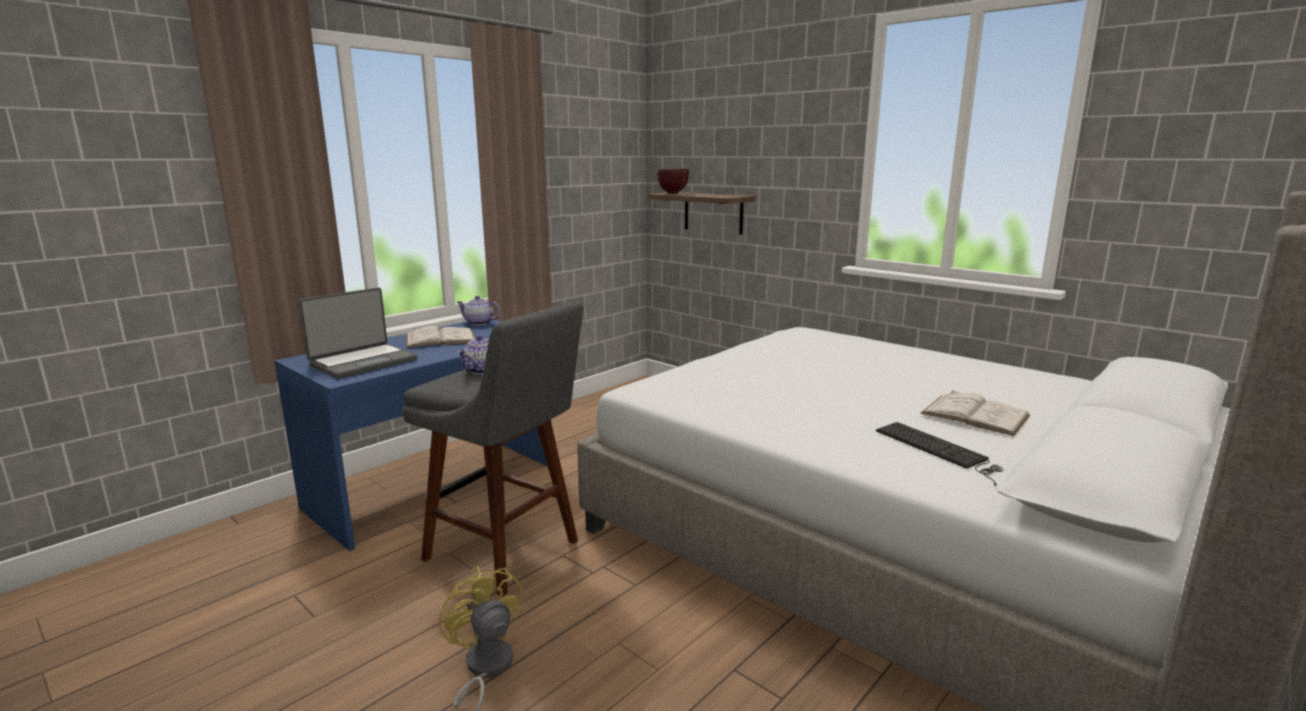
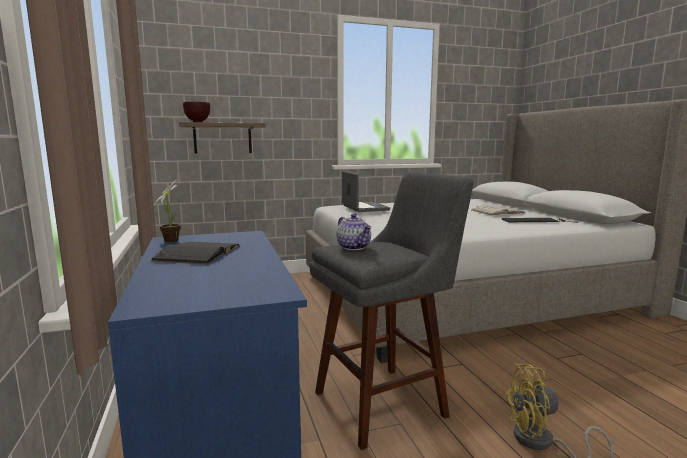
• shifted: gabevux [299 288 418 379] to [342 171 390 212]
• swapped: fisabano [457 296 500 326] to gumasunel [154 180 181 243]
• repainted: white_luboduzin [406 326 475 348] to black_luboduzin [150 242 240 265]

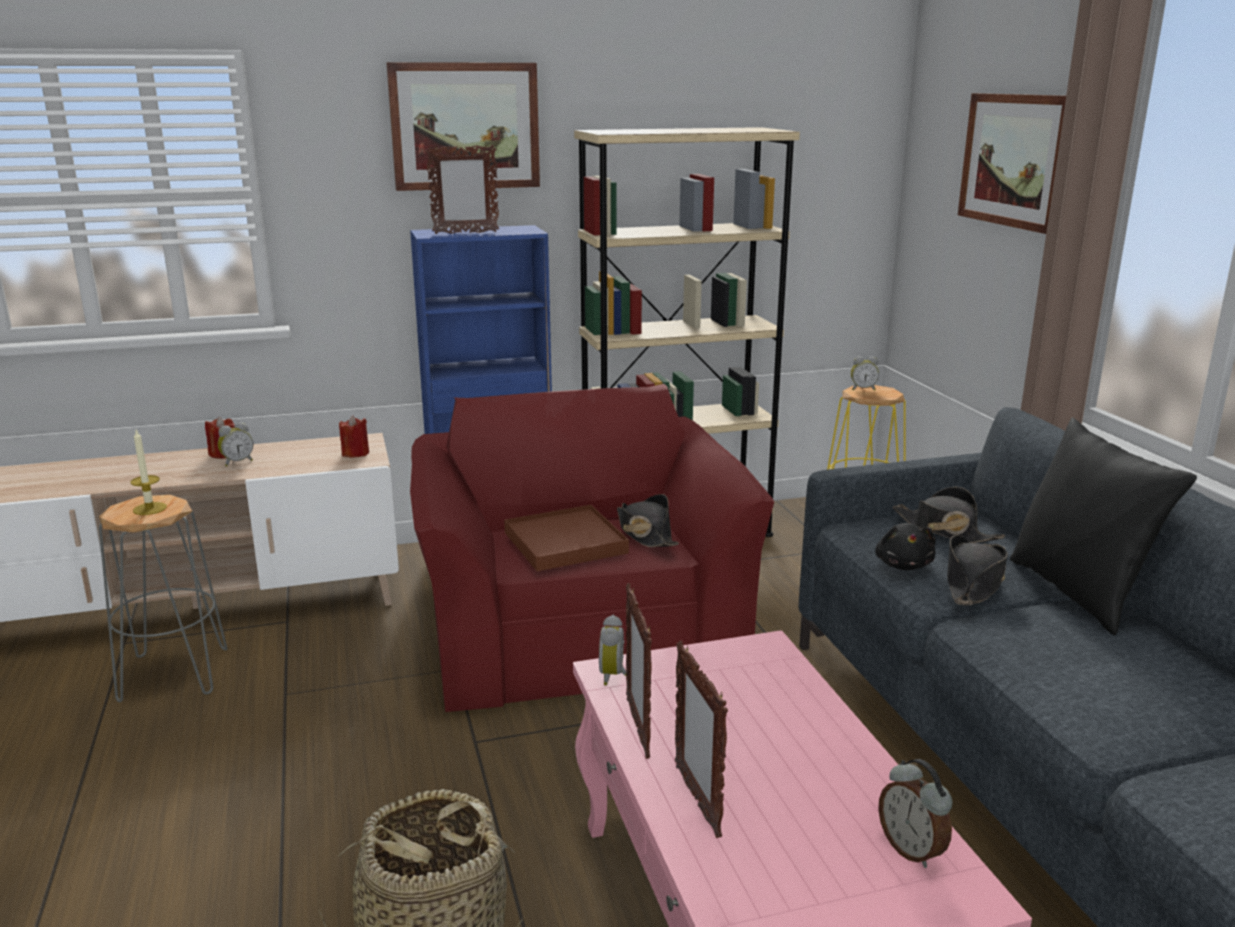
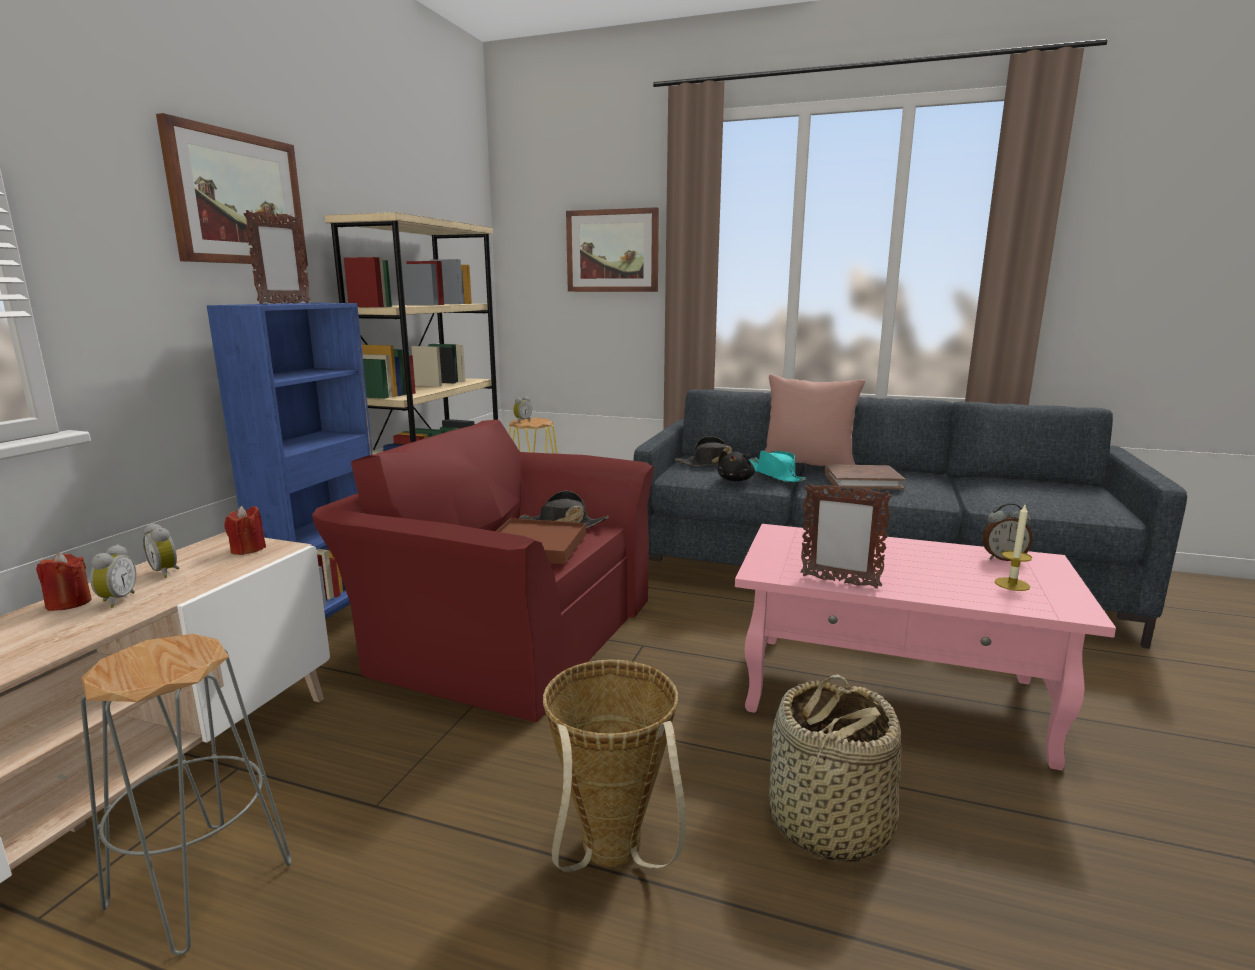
• repainted: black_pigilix [1010 417 1197 635] to pink_pigilix [765 375 865 466]
• shifted: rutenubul [130 430 167 515] to [995 503 1032 591]
• rotated: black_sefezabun [875 523 935 570] = [718 450 755 481] 75 degrees clockwise
• repainted: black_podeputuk [947 535 1007 605] to turquoise_podeputuk [749 450 806 482]
• shifted: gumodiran [599 615 626 686] to [143 523 179 578]
• gone: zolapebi [675 641 728 838]
• new: brown_luboduzin [825 464 905 490]
• new: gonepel [543 660 686 872]

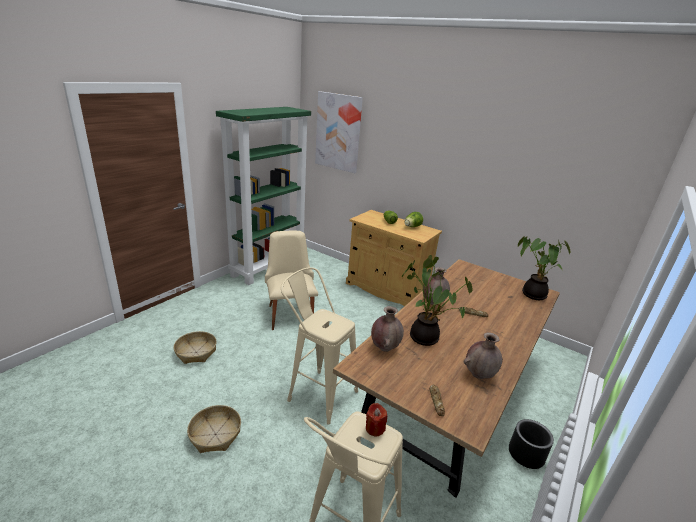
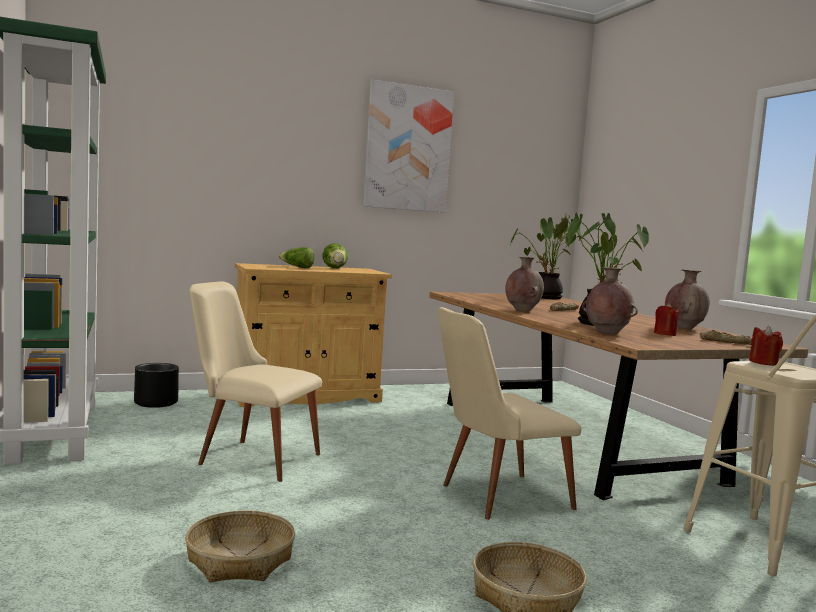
• shifted: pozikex [315 91 363 173] to [363 80 454 213]
• swapped: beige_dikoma [281 267 358 425] to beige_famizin [438 307 581 520]
• shifted: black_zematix [509 419 554 469] to [134 363 179 408]
• new: red_rutenubul [654 303 680 336]

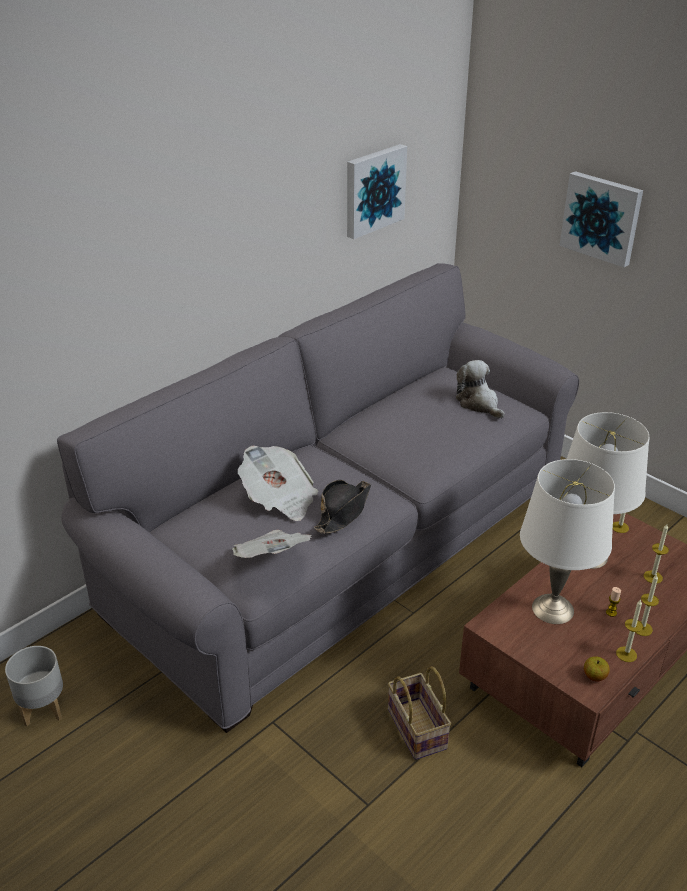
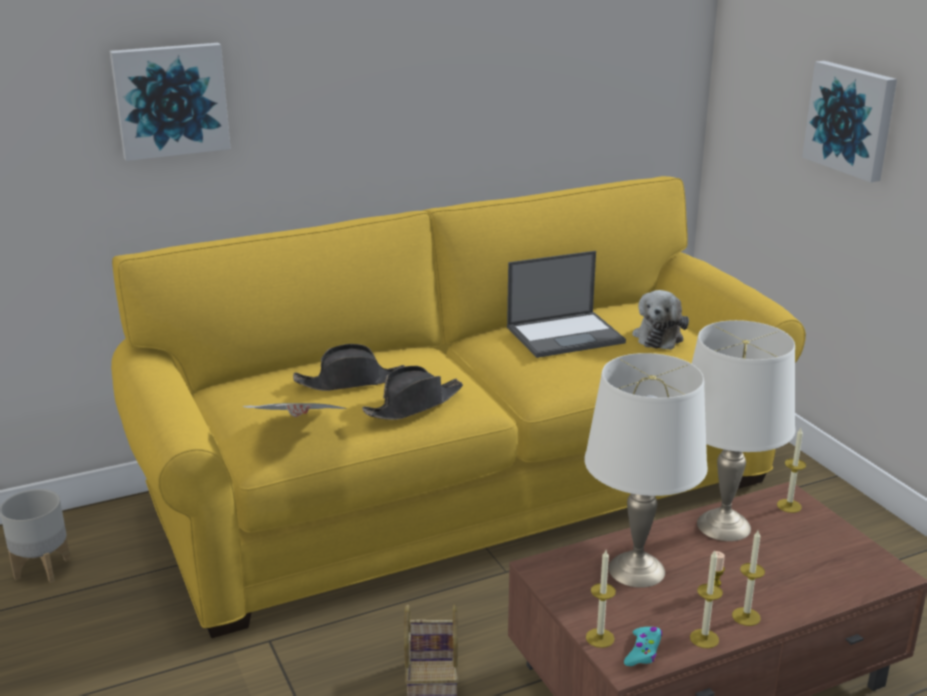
• shifted: pozikex [347 144 407 239] to [110 43 231 161]
• repainted: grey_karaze [57 263 579 733] to yellow_karaze [111 176 806 638]
• rotated: sefezabun [456 360 505 418] = [632 290 689 350] 150 degrees counterclockwise
• swapped: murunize [238 445 318 521] to black_podeputuk [293 344 405 391]
• shifted: rutenubul [644 524 669 584] to [586 550 616 648]
• swapped: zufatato [584 656 610 681] to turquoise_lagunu [624 627 662 666]
• new: gabevux [507 251 626 358]

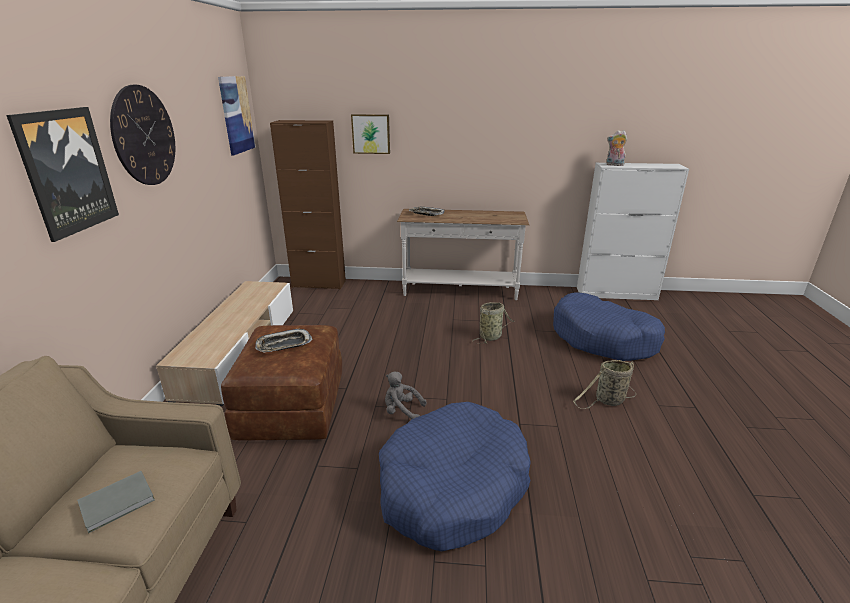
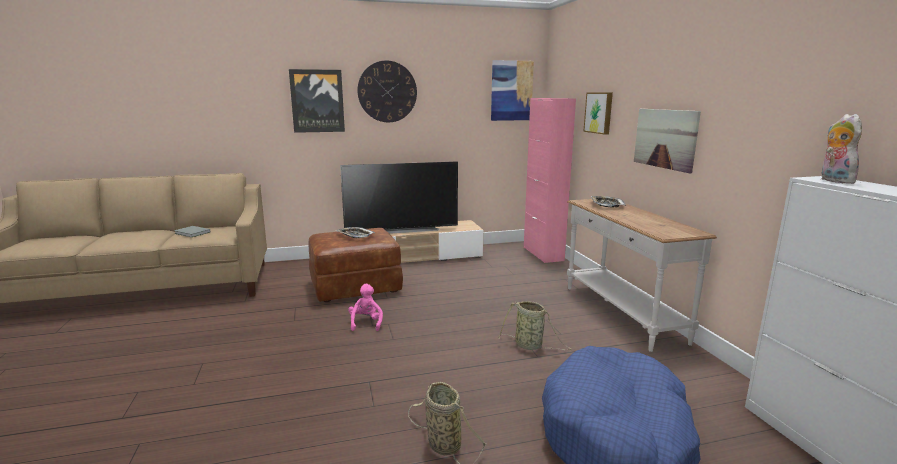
• repainted: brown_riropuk [270 120 346 290] to pink_riropuk [524 98 576 263]
• repainted: grey_sefezabun [385 371 426 419] to pink_sefezabun [348 284 383 331]
• gone: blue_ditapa [379 402 531 551]
• new: pozikex [634 109 701 173]
• new: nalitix [340 161 458 234]

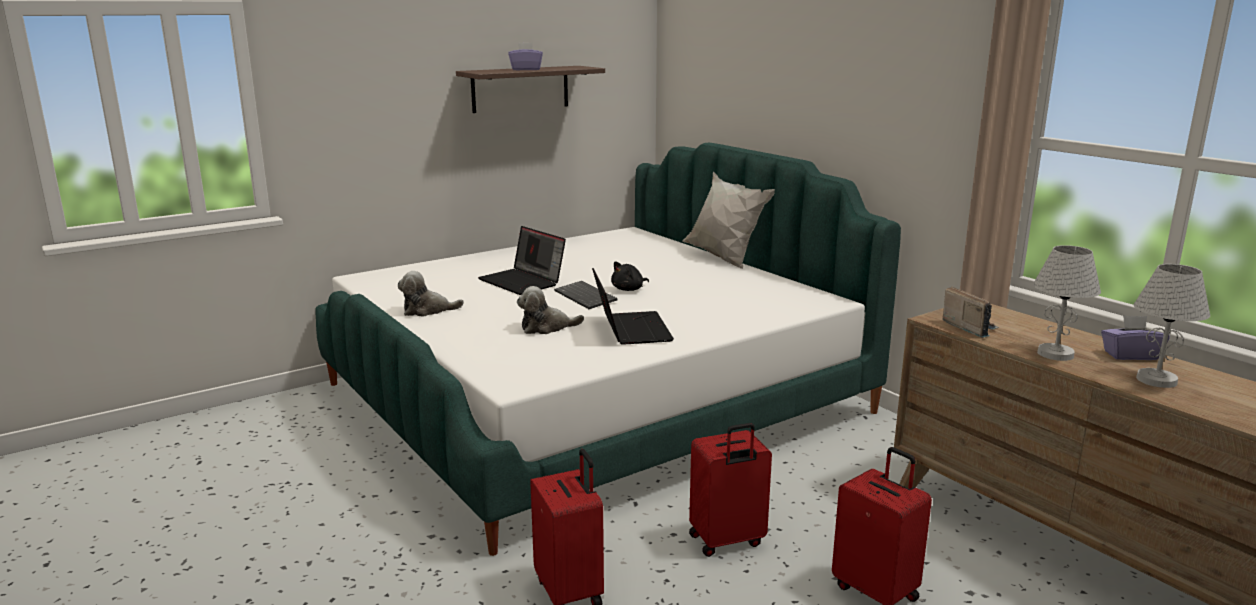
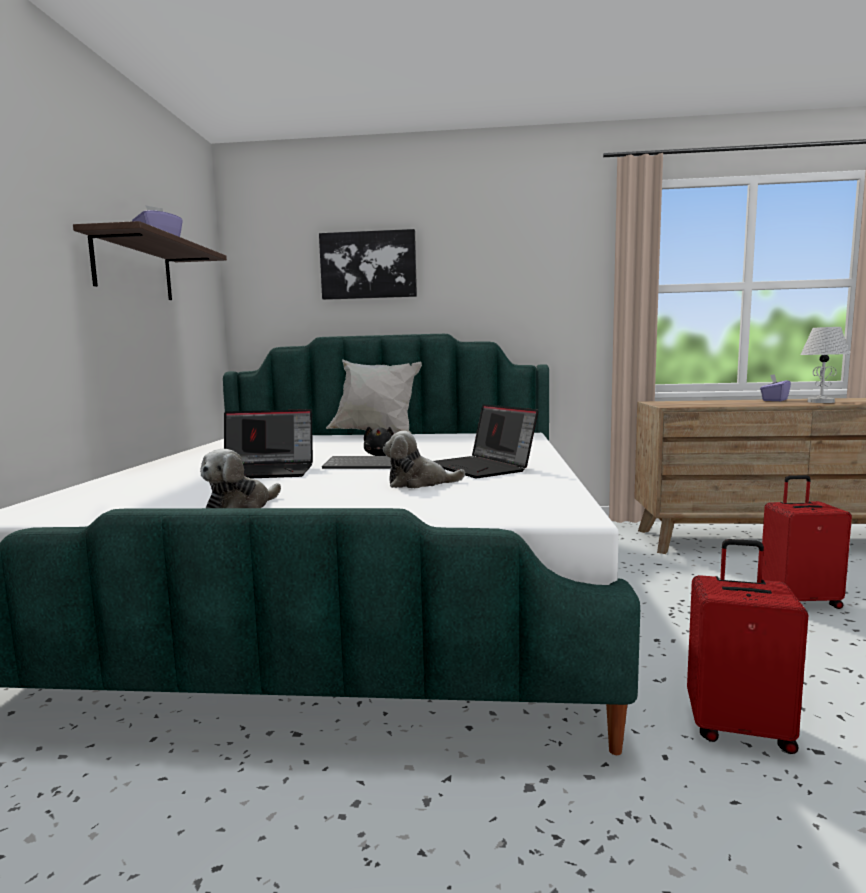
• gone: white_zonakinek [1033 245 1101 361]
• rotated: gabevux [592 268 674 345] = [434 404 538 478] 150 degrees counterclockwise
• rotated: sefezabun [517 286 584 334] = [383 431 465 488] 60 degrees clockwise
• gone: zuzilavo [943 286 999 338]
• gone: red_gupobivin [689 423 772 557]
• new: pozikex [319 229 417 300]

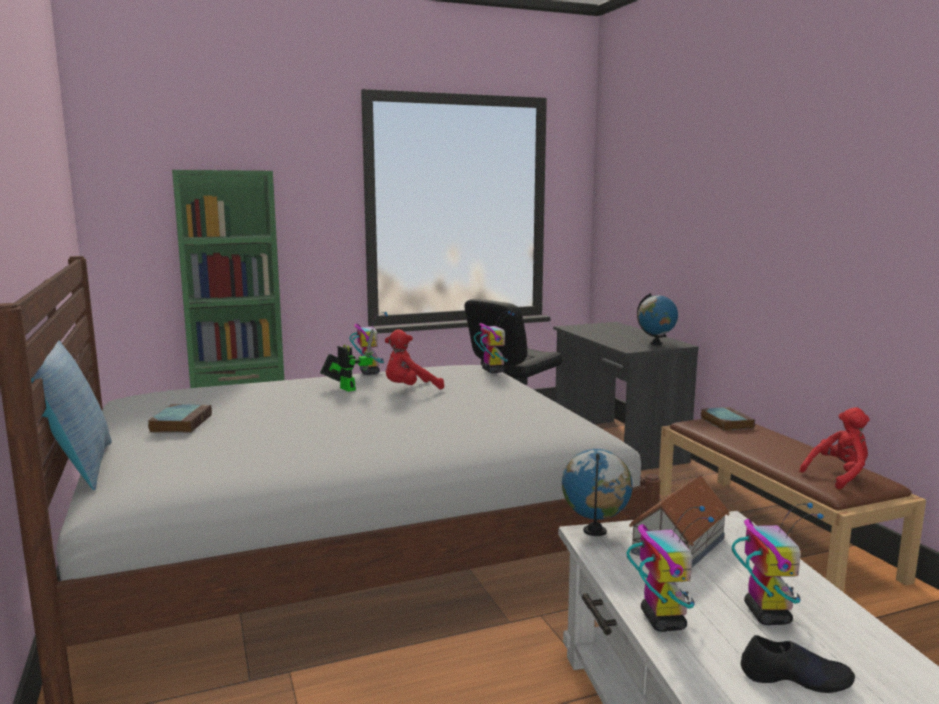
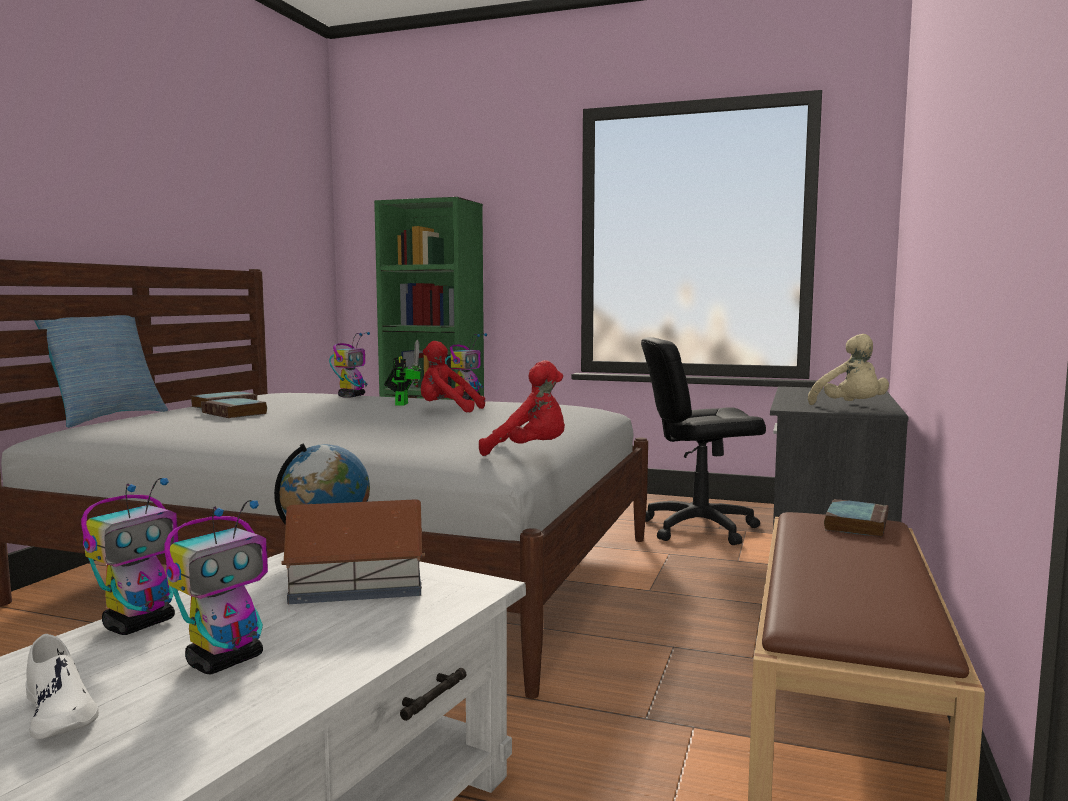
• swapped: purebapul [637 293 678 345] to beige_sefezabun [808 334 889 405]
• shifted: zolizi [474 311 515 373] to [329 332 370 397]
• shifted: red_sefezabun [800 407 870 489] to [479 360 565 456]
• repainted: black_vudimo [741 635 855 693] to white_vudimo [25 634 99 739]
• new: luboduzin [201 398 267 418]

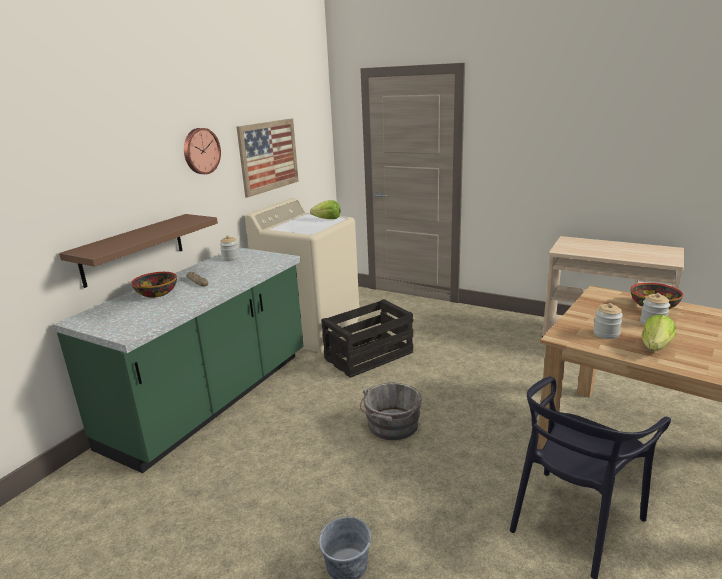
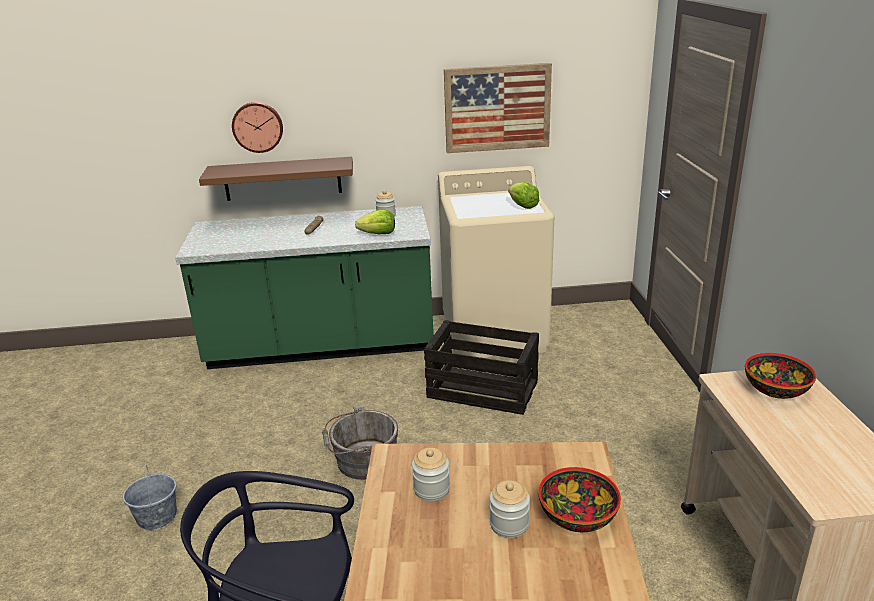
• shifted: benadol [184 128 221 174] to [232 102 283 153]
• shifted: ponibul [131 272 177 298] to [745 353 816 399]
• shifted: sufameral [641 314 676 351] to [355 210 395 234]

